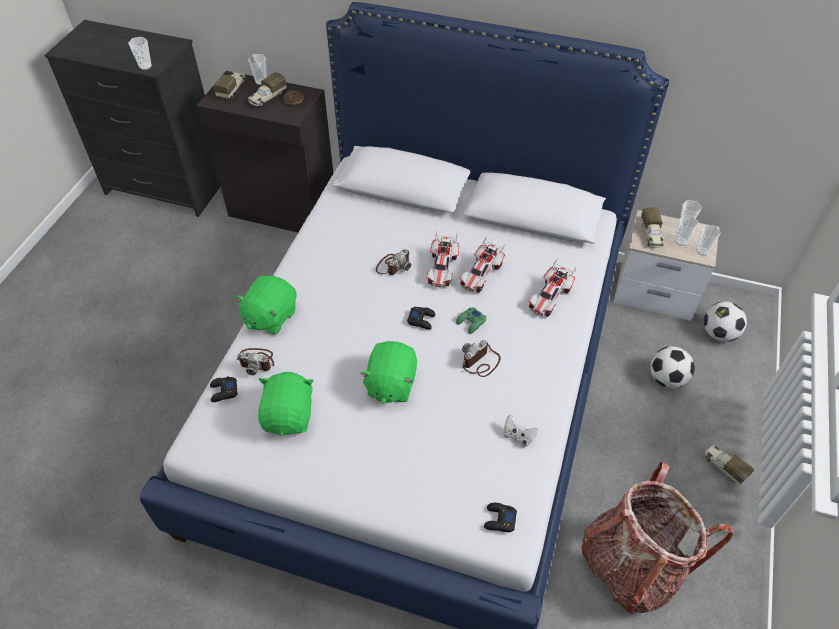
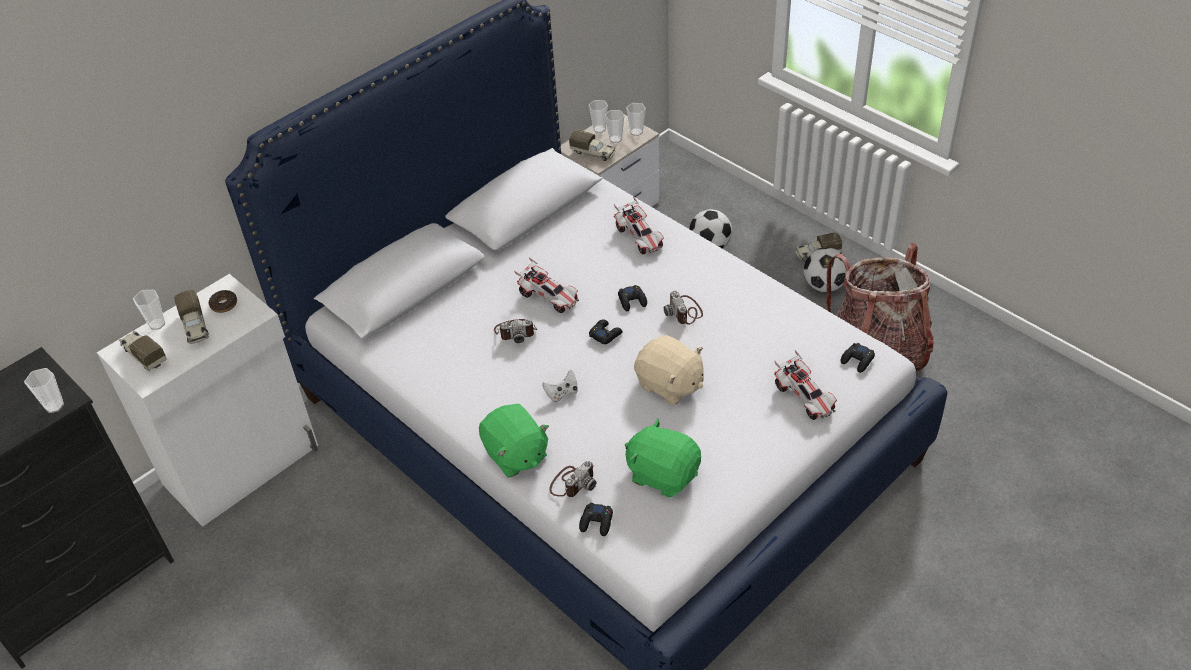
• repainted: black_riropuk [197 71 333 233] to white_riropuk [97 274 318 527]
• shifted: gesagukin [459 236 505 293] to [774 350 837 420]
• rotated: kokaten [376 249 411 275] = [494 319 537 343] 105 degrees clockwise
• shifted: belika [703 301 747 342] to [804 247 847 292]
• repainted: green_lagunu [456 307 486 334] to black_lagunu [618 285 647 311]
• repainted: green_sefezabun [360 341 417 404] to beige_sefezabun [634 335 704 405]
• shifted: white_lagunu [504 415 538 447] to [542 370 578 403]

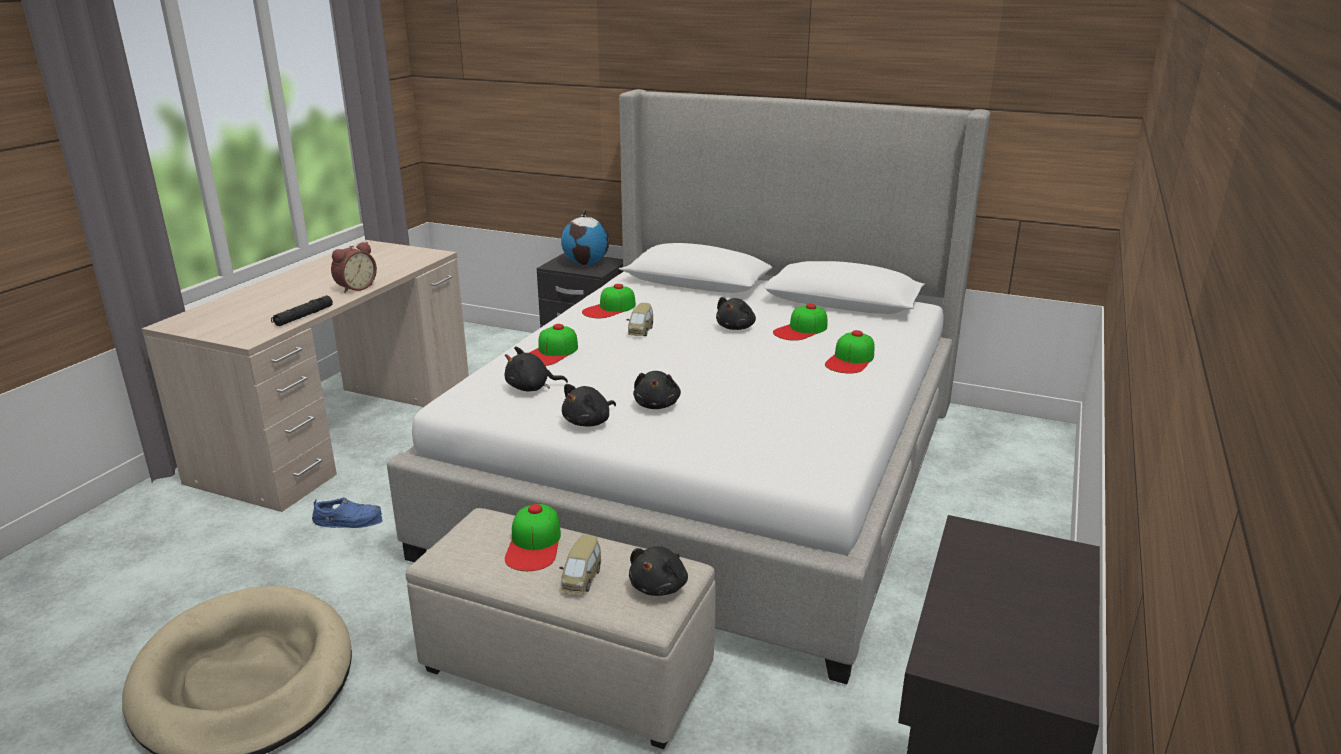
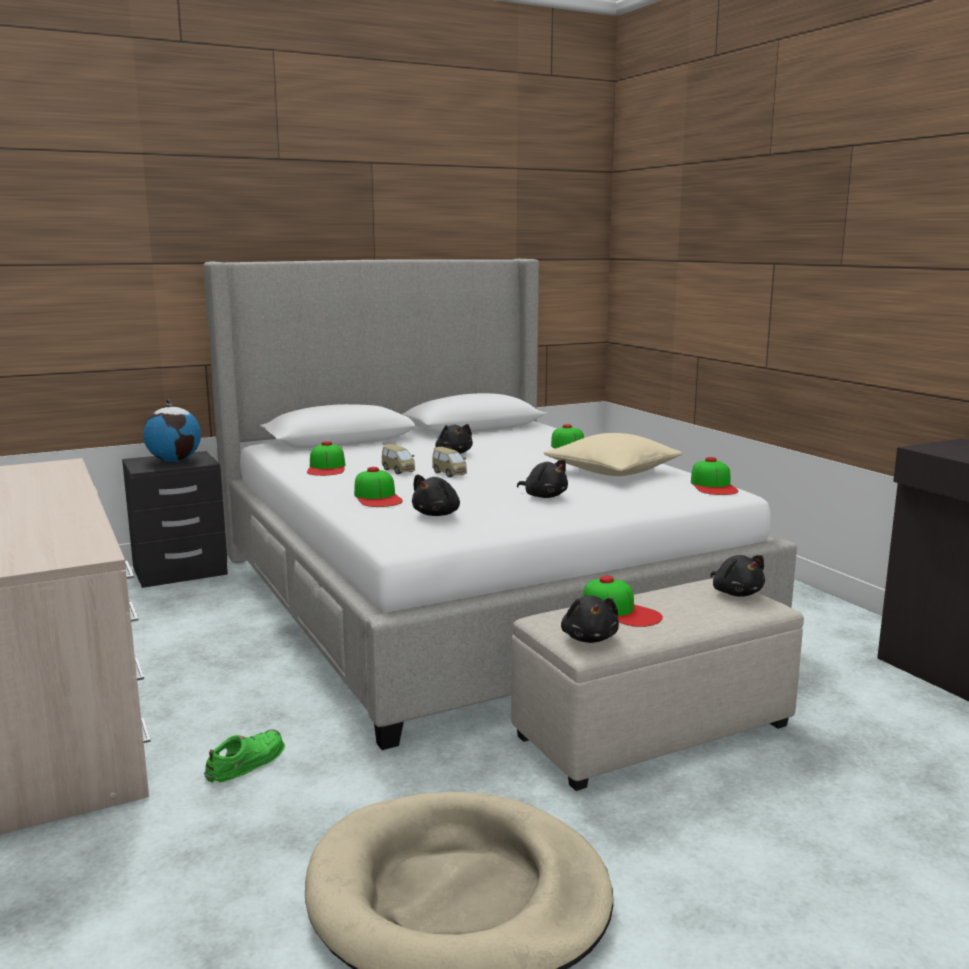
• gone: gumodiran [331 242 377 293]
• gone: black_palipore [271 295 333 326]
• shifted: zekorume [773 303 827 341] to [691 457 739 495]
• shifted: black_sefezabun [562 384 616 427] to [561 596 619 643]
• repainted: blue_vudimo [312 498 382 528] to green_vudimo [204 729 285 783]
• shifted: gesagukin [559 535 601 594] to [432 447 467 477]
• new: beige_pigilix [543 433 682 476]

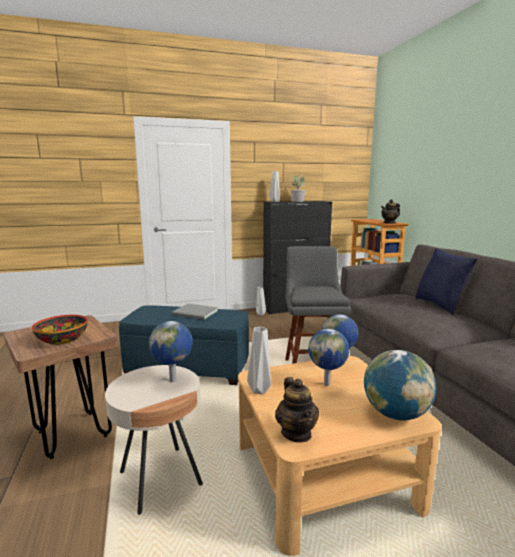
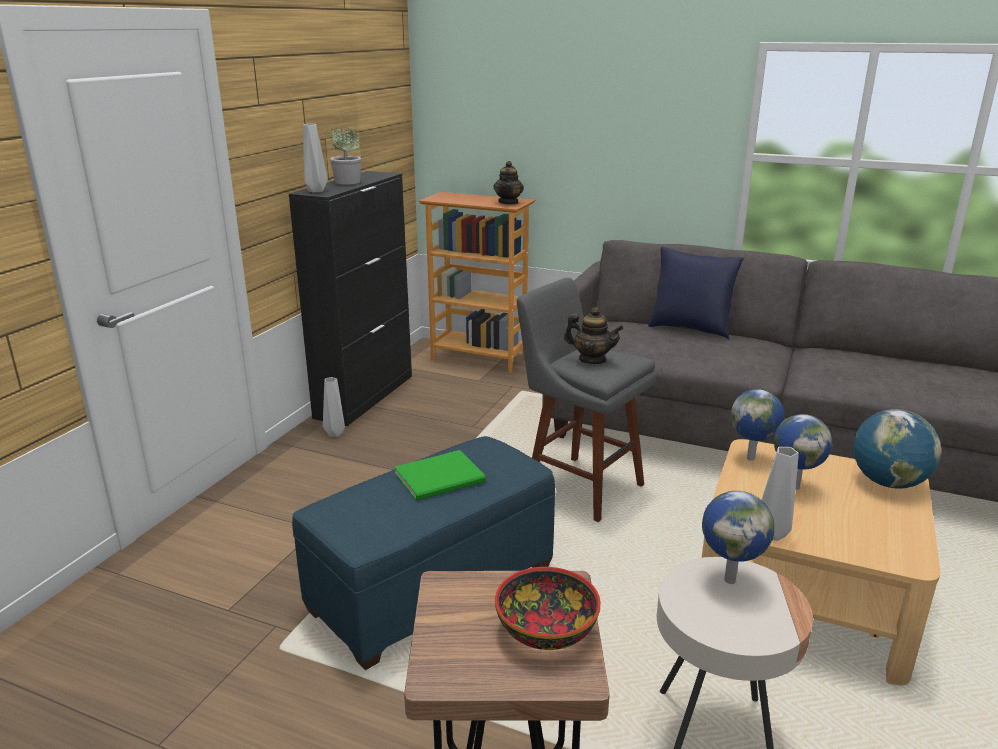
• repainted: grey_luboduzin [172 304 218 320] to green_luboduzin [394 450 486 501]
• shifted: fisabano [275 377 319 443] to [564 307 624 364]

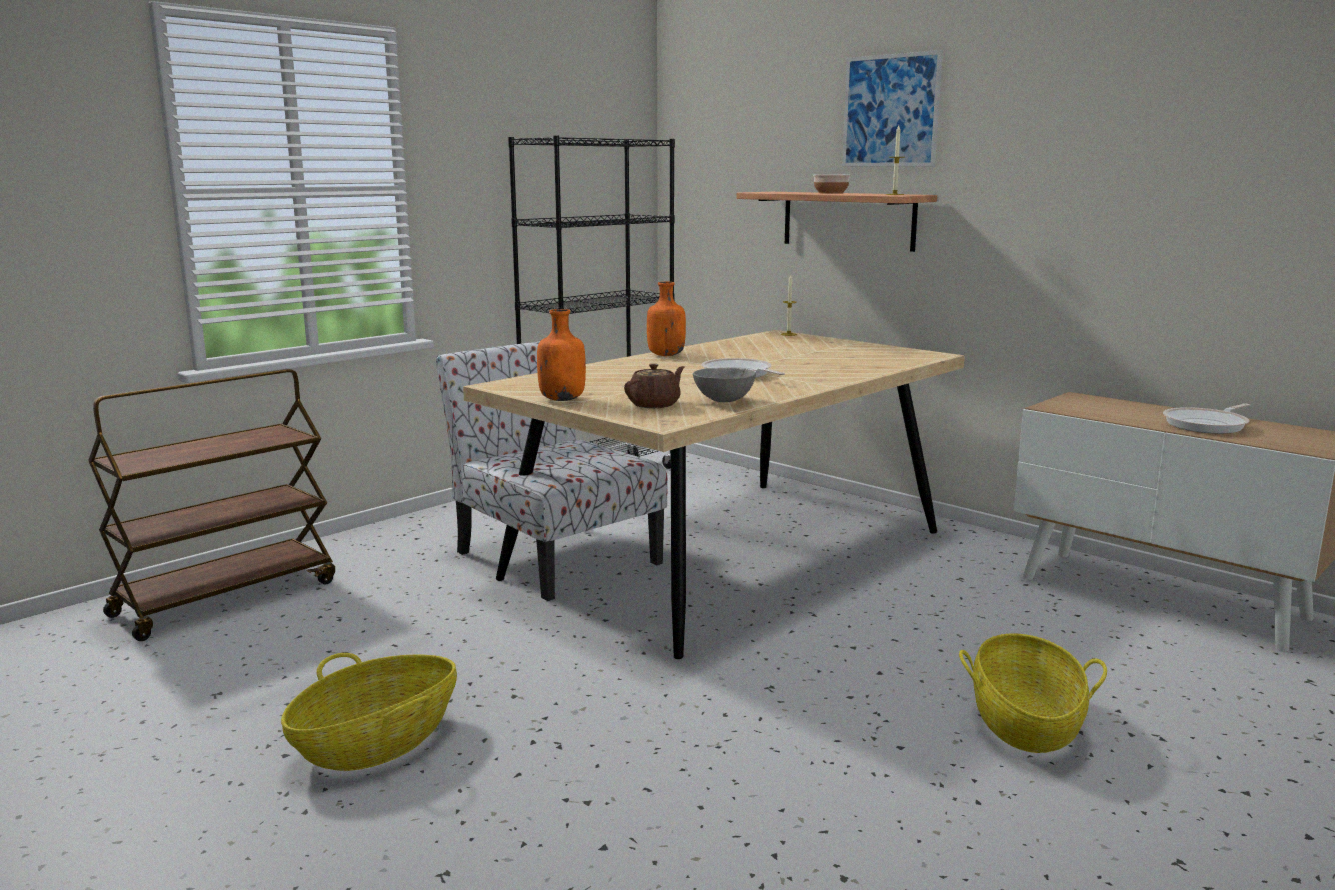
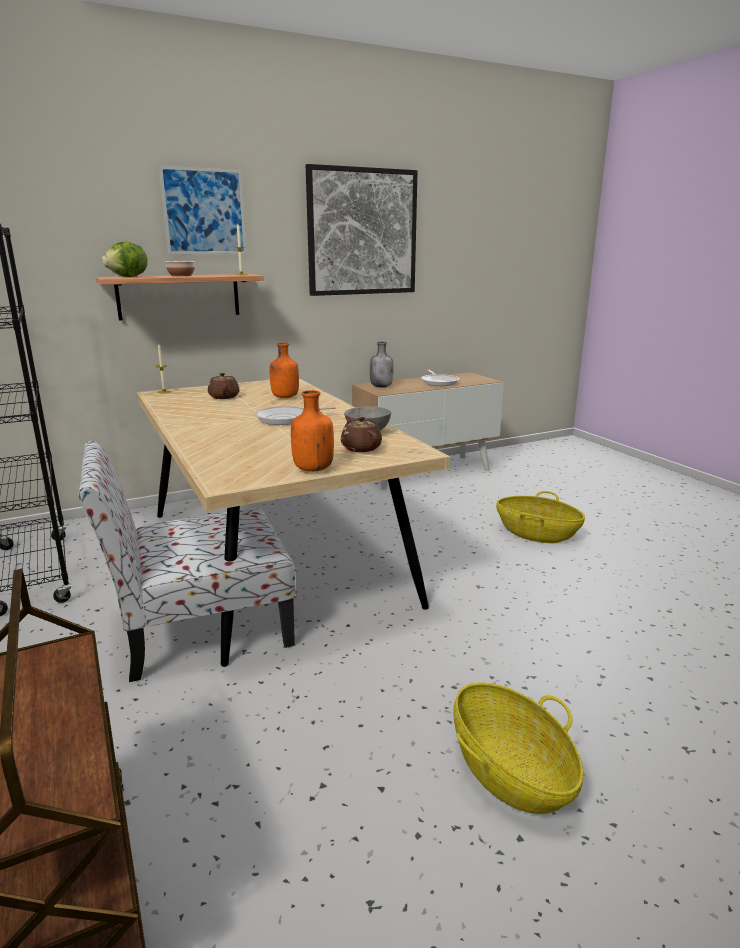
• shifted: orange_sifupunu [647 282 686 356] to [270 343 299 398]
• new: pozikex [306 164 418 296]
• new: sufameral [102 242 148 277]
• new: grey_sifupunu [370 342 394 388]
• new: brown_fisabano [208 373 240 399]

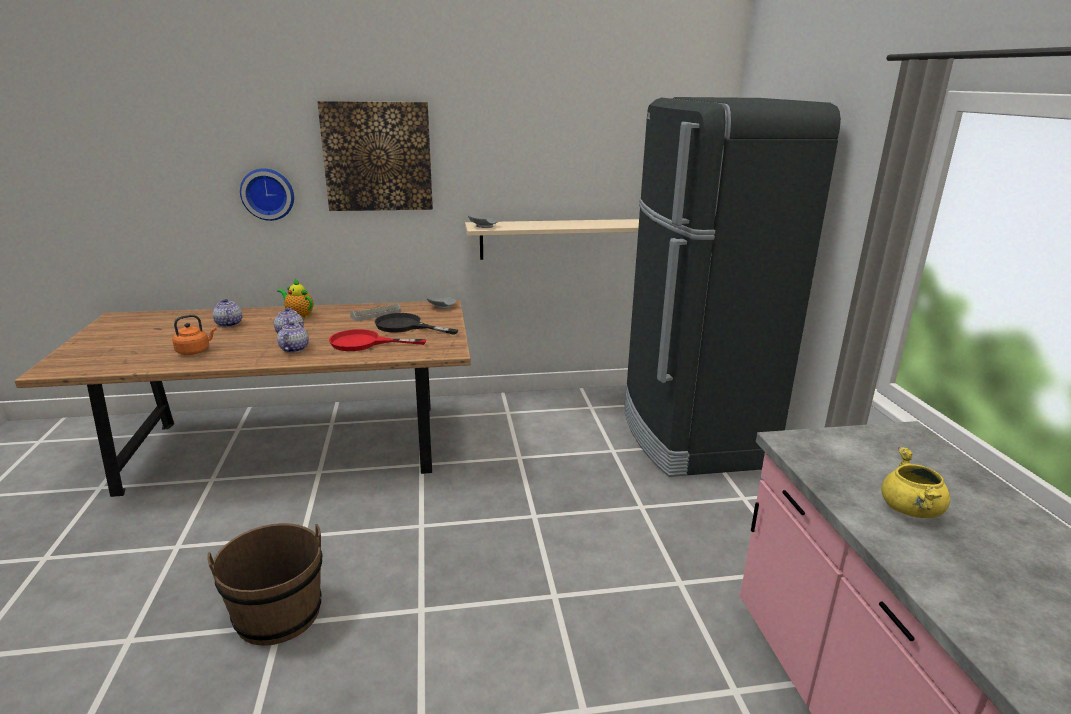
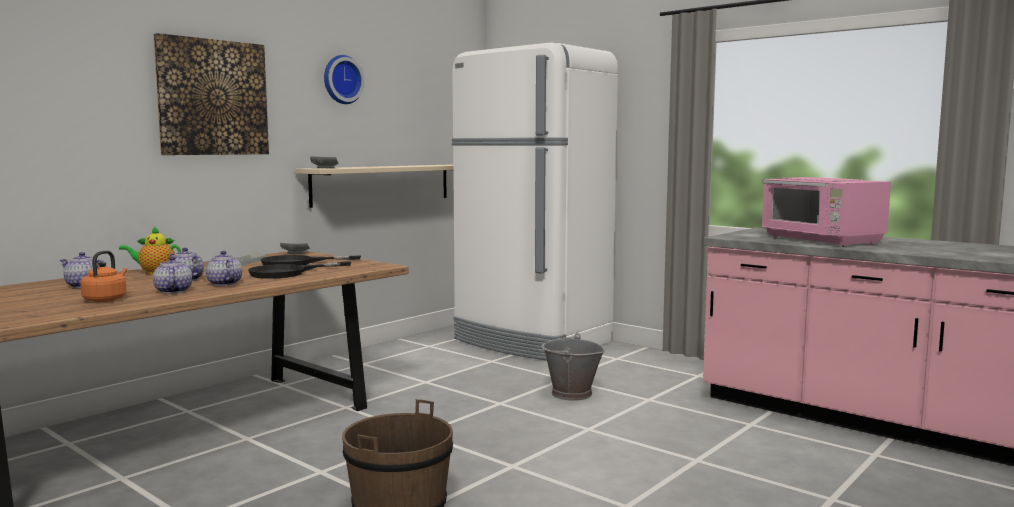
• repainted: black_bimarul [624 97 841 477] to white_bimarul [452 43 618 360]
• shifted: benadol [240 168 294 221] to [324 55 365 104]
• repainted: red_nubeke [329 329 426 351] to black_nubeke [248 261 351 279]
• swapped: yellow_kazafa [881 447 950 518] to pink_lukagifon [761 177 891 247]
• new: fisabano [153 256 192 294]
• new: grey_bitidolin [542 333 605 400]

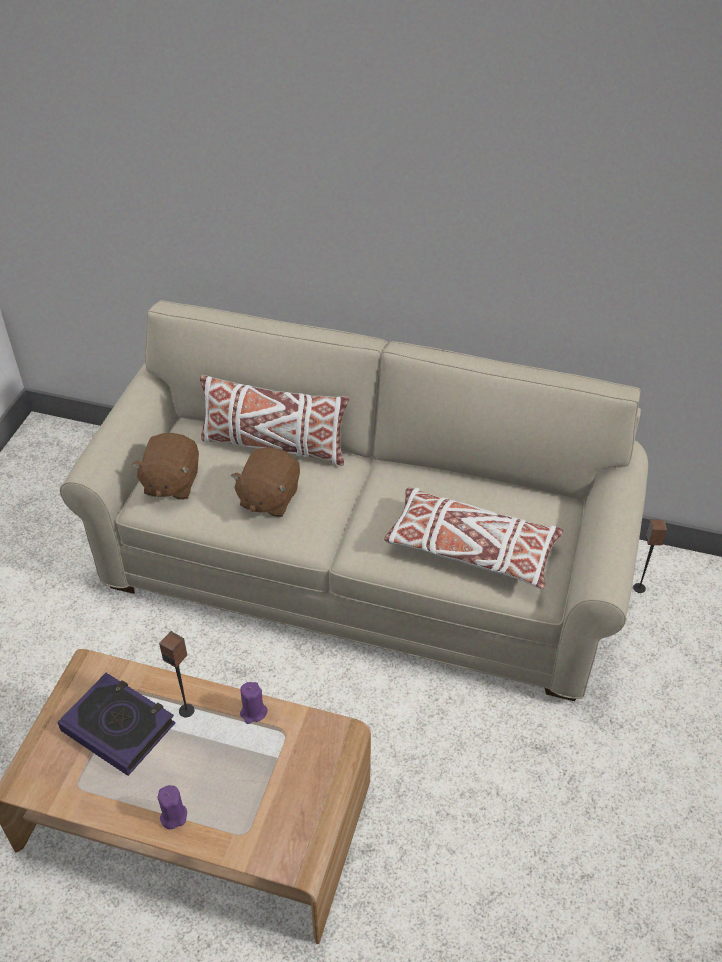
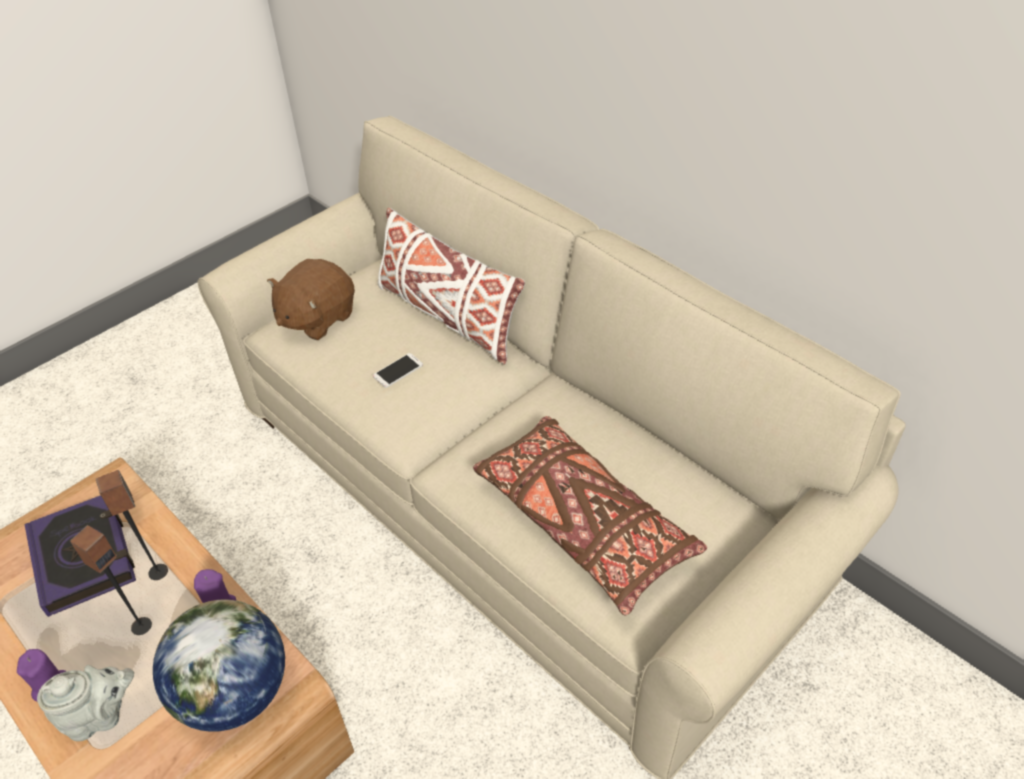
• swapped: brown_sefezabun [231 447 300 517] to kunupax [373 353 423 388]
• repainted: white_pigilix [384 488 563 589] to brown_pigilix [473 416 707 616]
• shifted: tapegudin [633 520 667 593] to [70 525 152 635]
• new: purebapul [153 599 285 732]
• new: grey_fisabano [37 665 134 742]

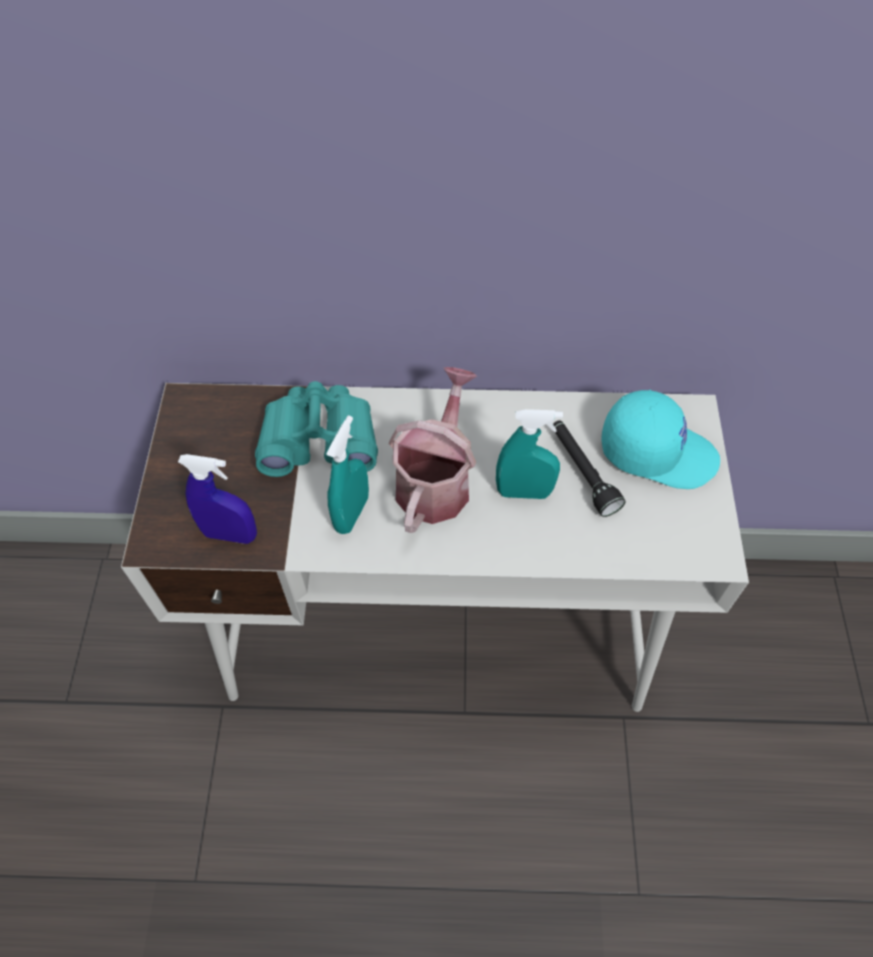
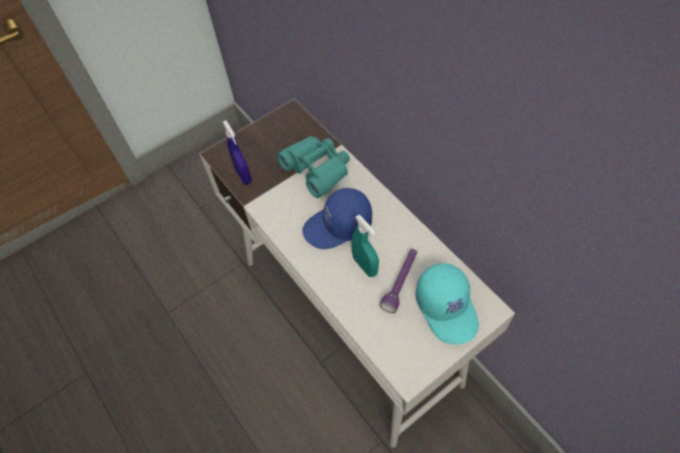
• swapped: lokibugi [389 367 477 533] to blue_zekorume [302 188 372 249]
• gone: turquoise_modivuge [326 415 369 534]
• repainted: black_palipore [553 420 626 517] to purple_palipore [380 249 417 313]

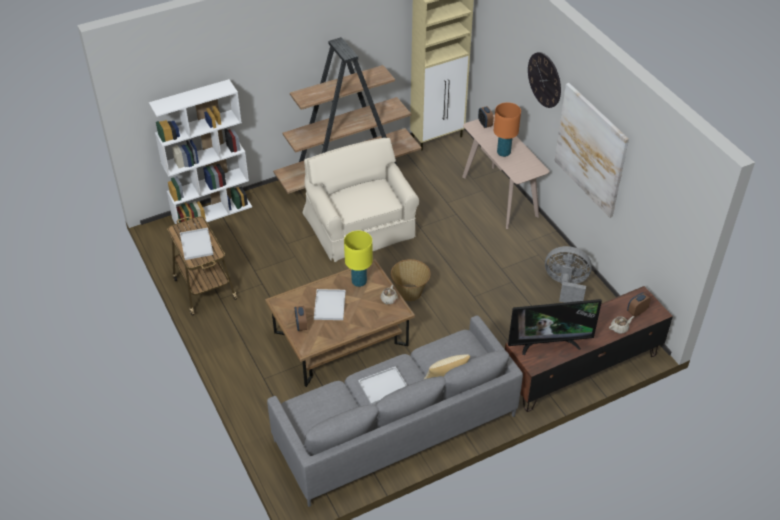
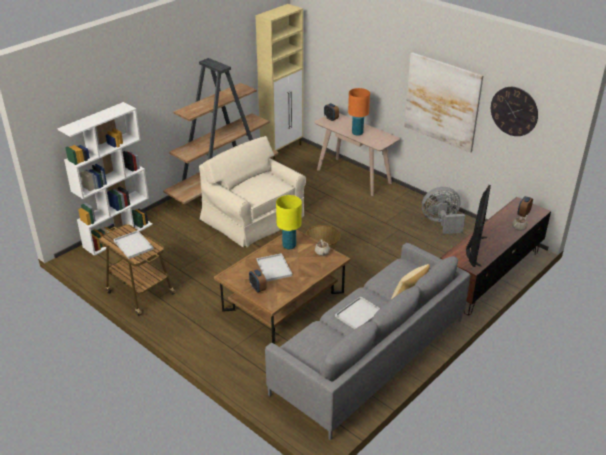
• shifted: benadol [528 52 561 108] to [491 87 538 136]
• rotated: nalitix [508 299 602 355] = [466 185 491 267] 45 degrees counterclockwise

